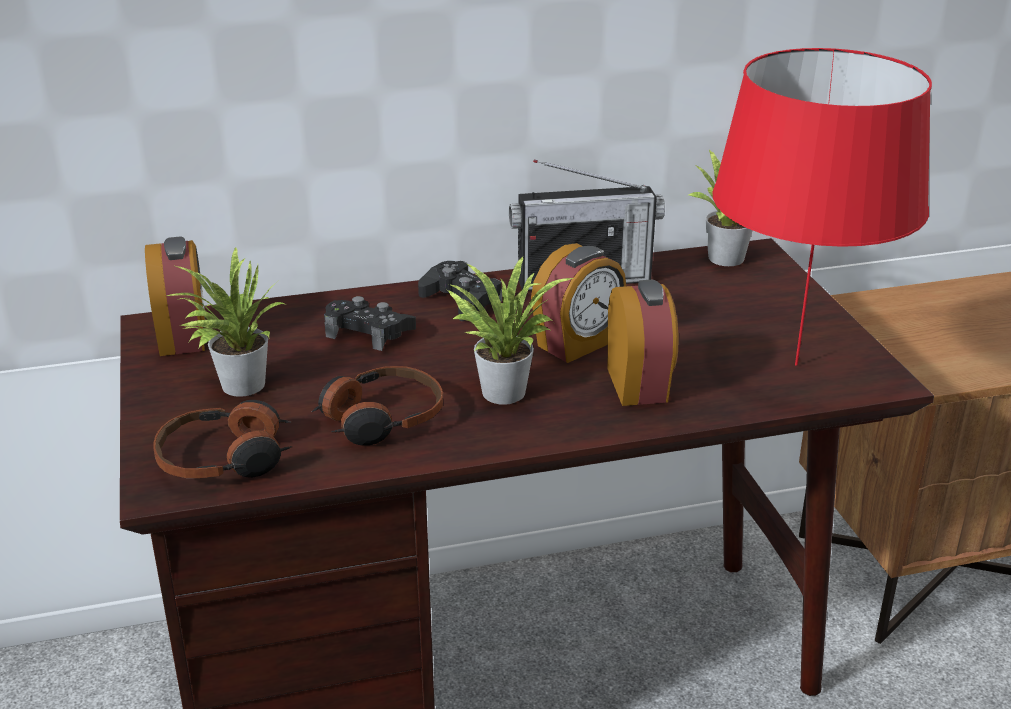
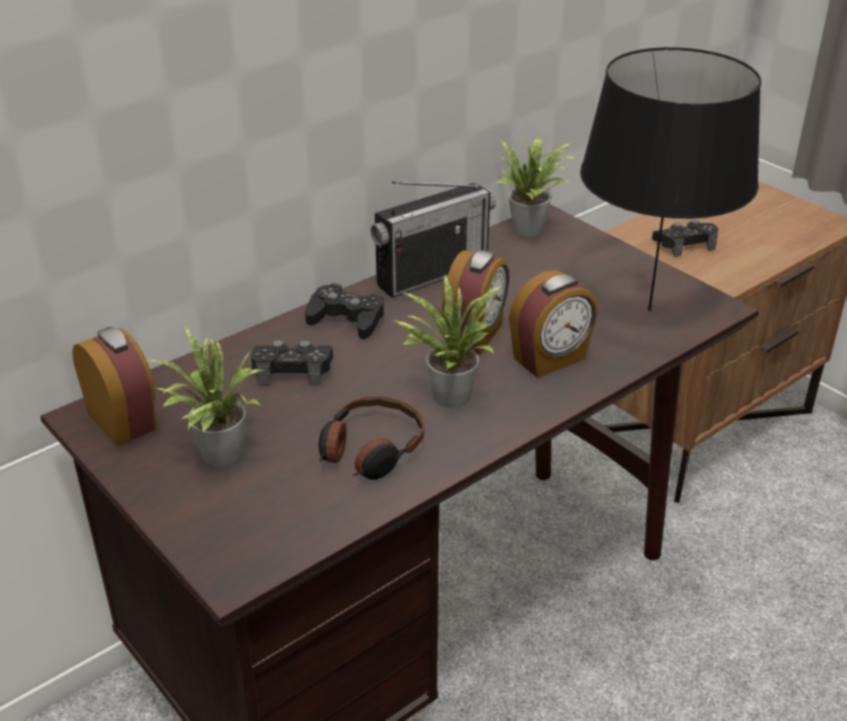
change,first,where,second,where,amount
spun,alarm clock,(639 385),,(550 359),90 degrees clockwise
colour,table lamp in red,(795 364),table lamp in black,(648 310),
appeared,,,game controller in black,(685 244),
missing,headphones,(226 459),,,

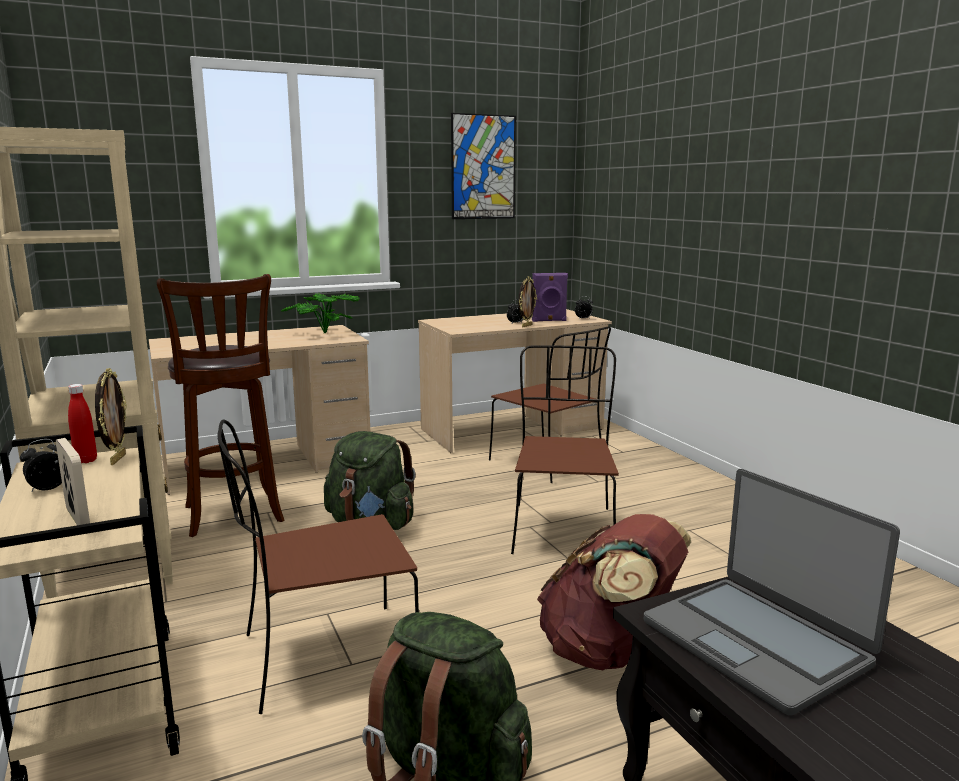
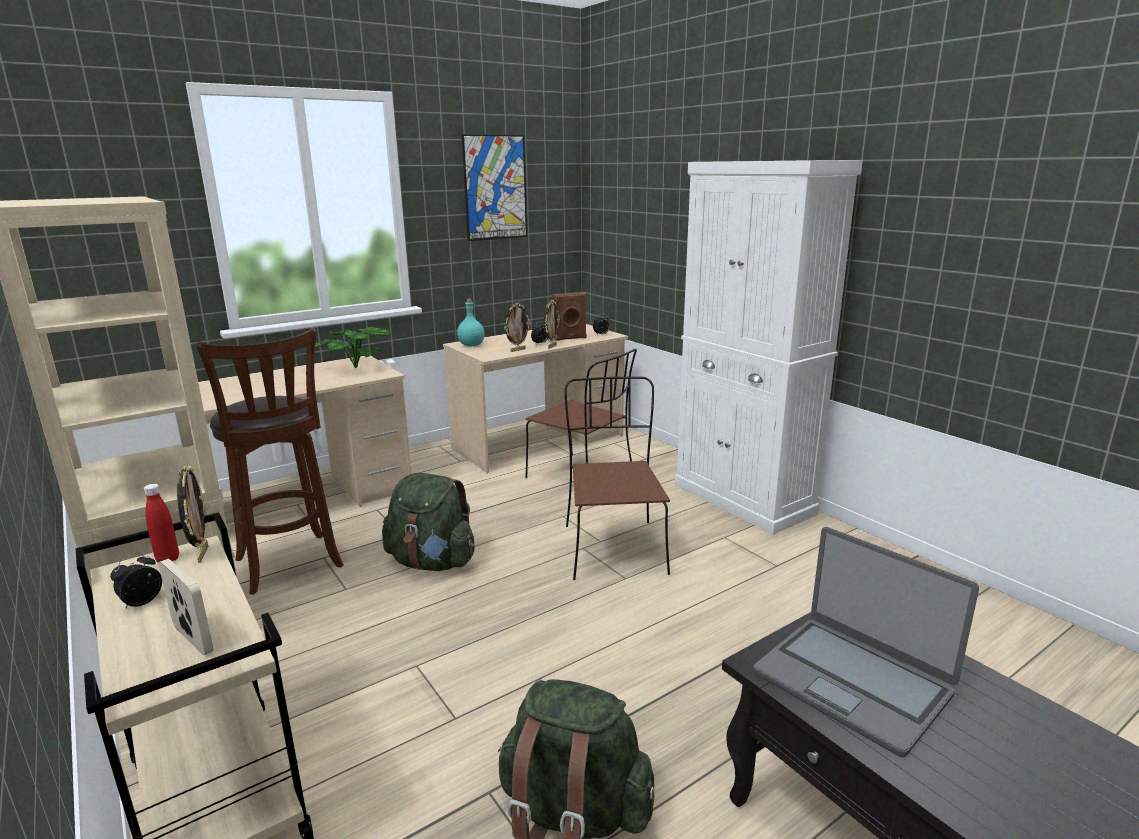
change,first,where,second,where,amount
appeared,,,bottle in turquoise,(472 345),
appeared,,,picture frame,(517 350),
colour,speaker in purple,(549 321),speaker in brown,(570 338),
appeared,,,cabinet in white,(743 499),
missing,chair in brown,(325 658),,,
missing,backpack in brown,(609 652),,,

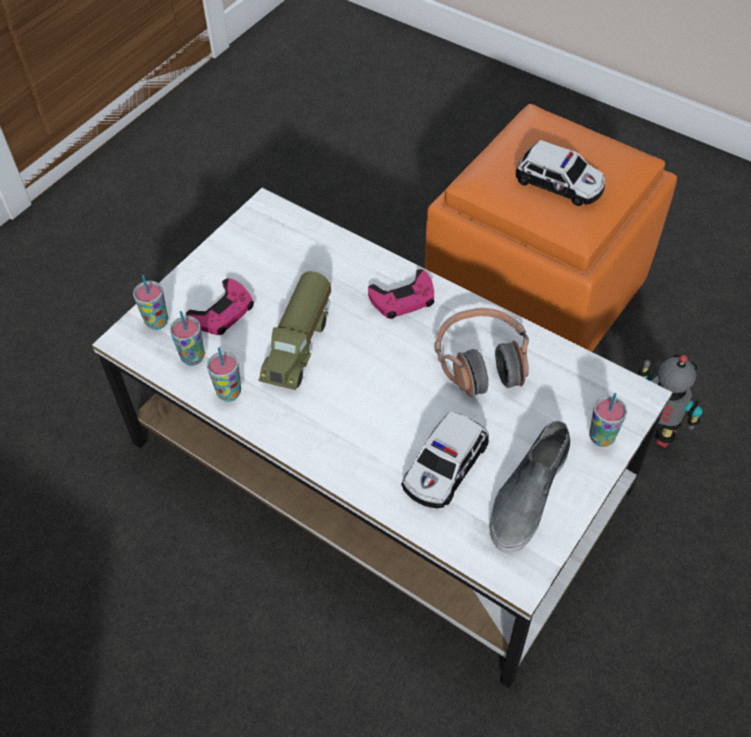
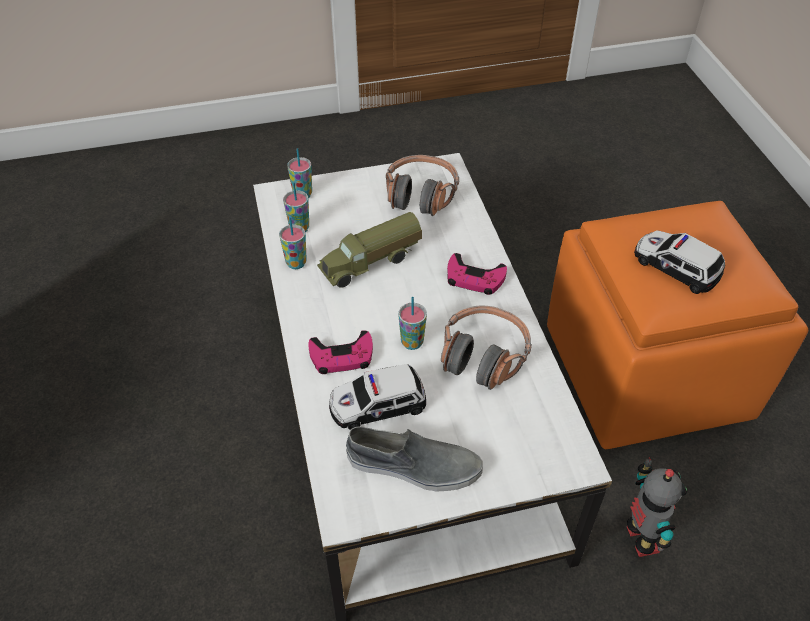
change,first,where,second,where,amount
relocated,game controller in pink,(223 312),,(342 356),
spun,shoe in grey,(528 494),,(413 466),150 degrees counterclockwise
appeared,,,headphones,(420 195),
relocated,cup,(601 437),,(412 342),
spun,toy car,(560 183),,(675 266),150 degrees clockwise

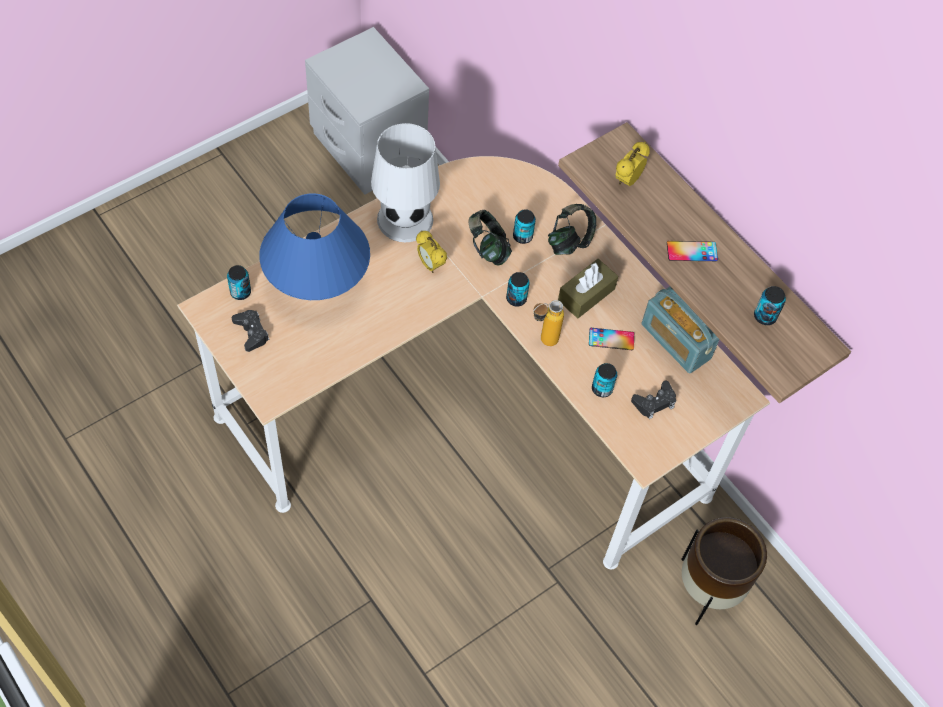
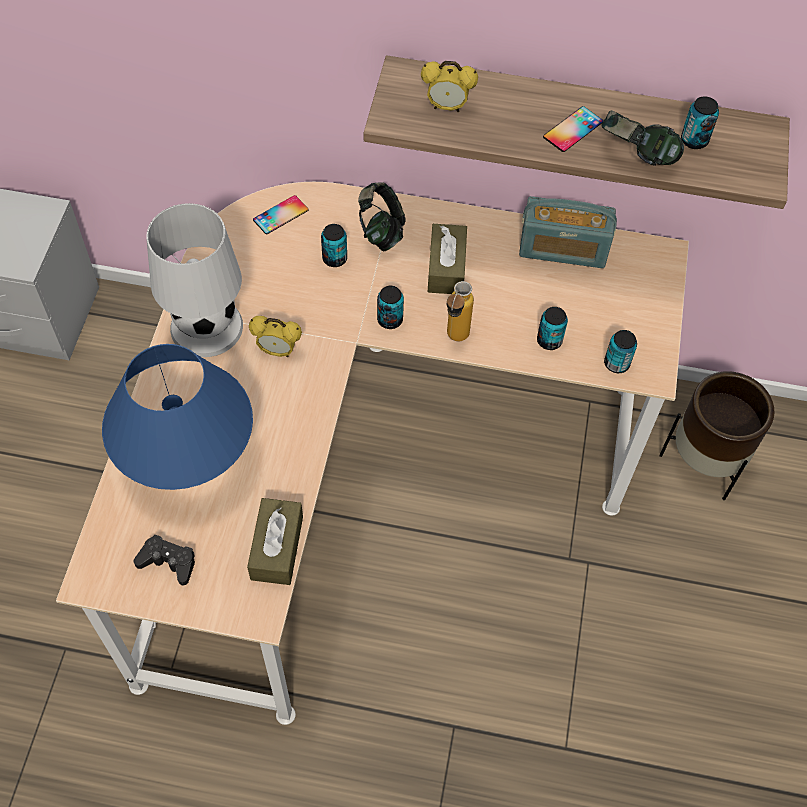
change,first,where,second,where,amount
appeared,,,tissue box in brown,(277 548),
relocated,phone,(611 339),,(280 215),
spun,alarm clock,(627 180),,(447 107),75 degrees counterclockwise
relocated,headphones,(488 248),,(636 157),
relocated,can,(240 292),,(616 363),
missing,game controller in black,(654 402),,,

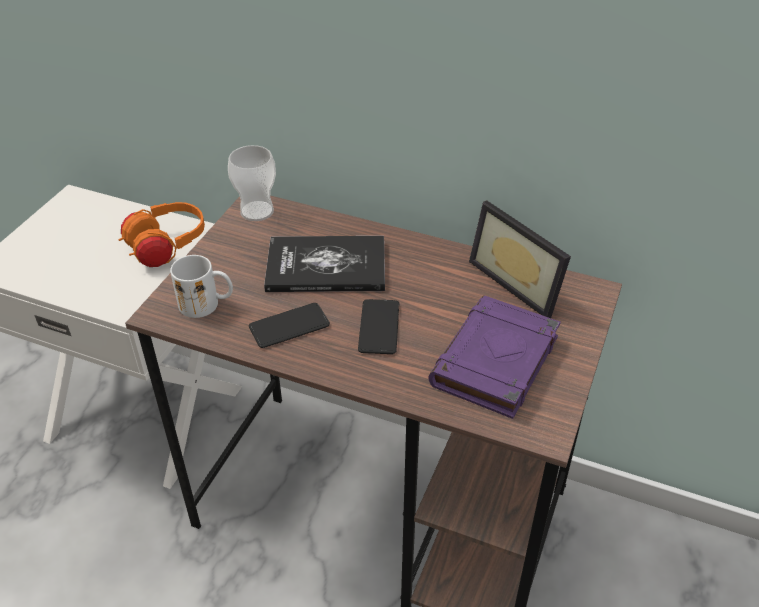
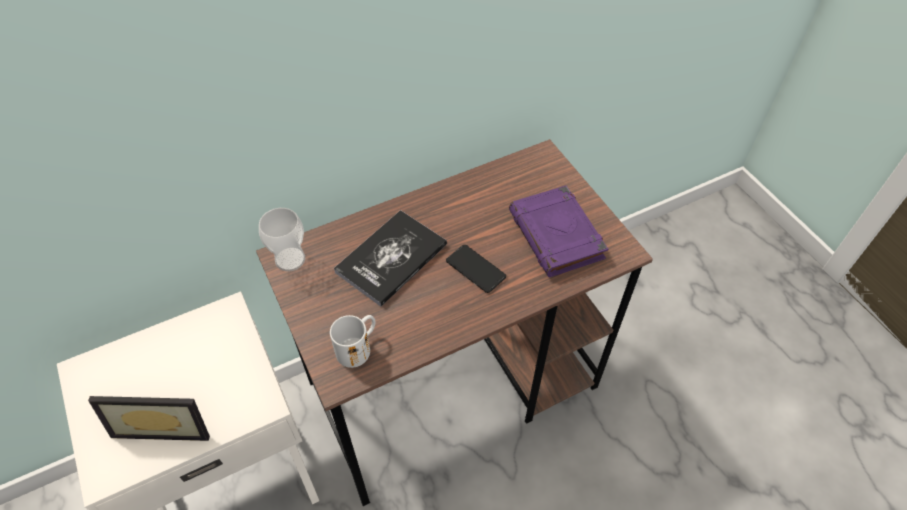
change,first,where,second,where,amount
relocated,picture frame,(521 281),,(164 422),
missing,headphones in orange,(167 248),,,
missing,phone,(289 326),,,

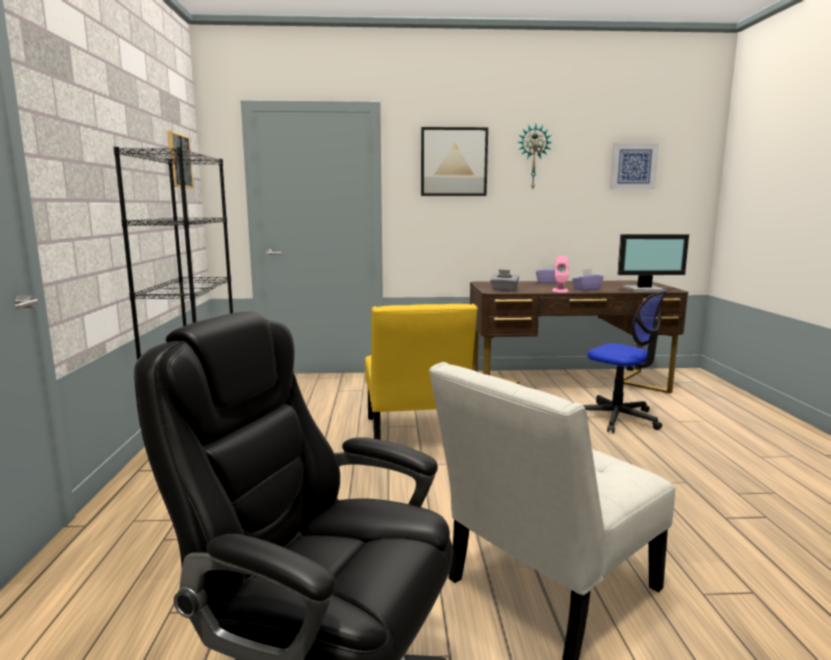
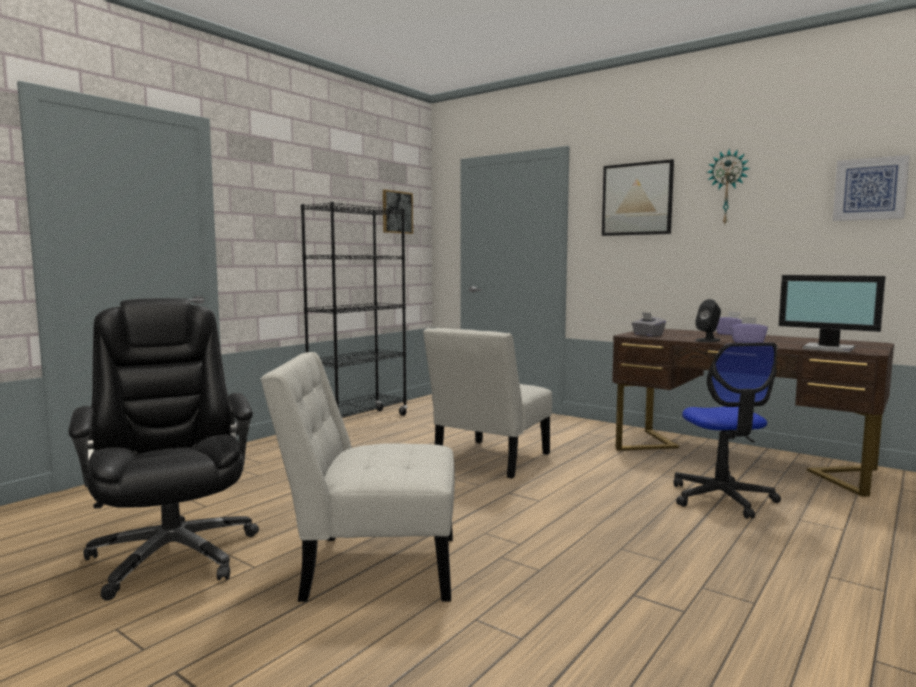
change,first,where,second,where,amount
colour,chair in yellow,(415 435),chair in white,(489 460),
colour,speaker in pink,(560 290),speaker in black,(708 340),

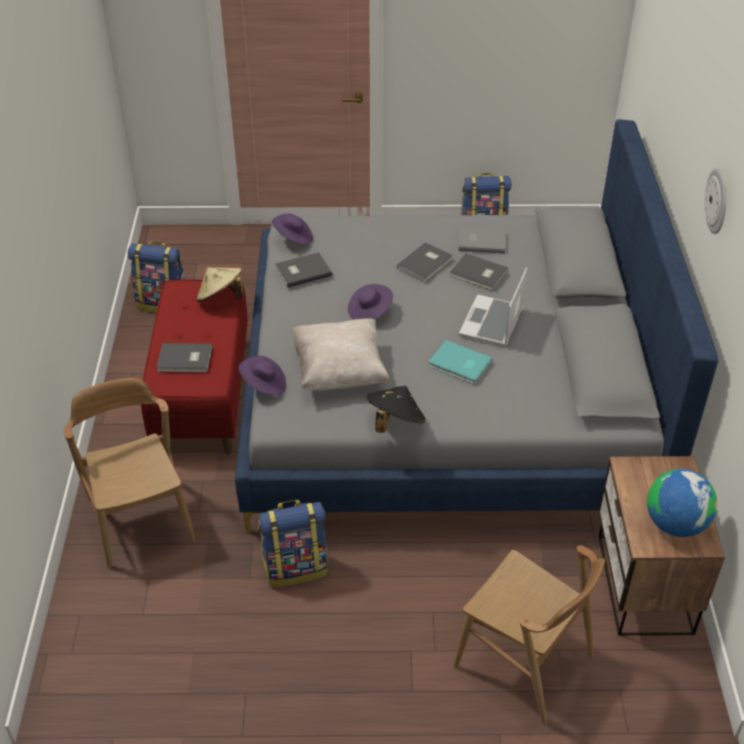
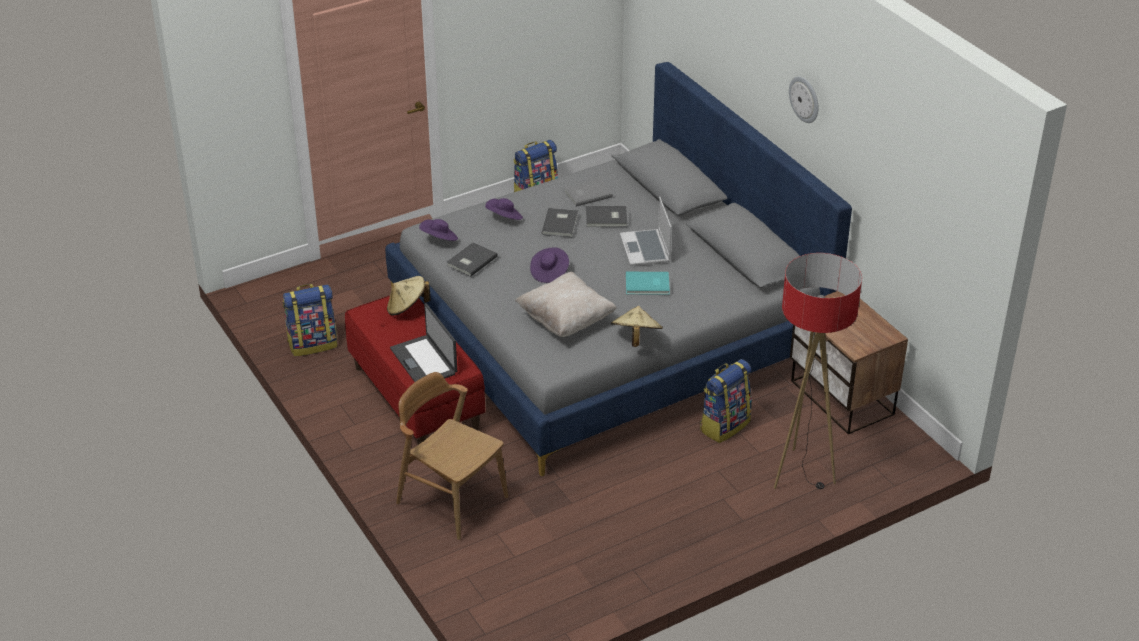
change,first,where,second,where,amount
exchanged,book in grey,(185 360),laptop,(424 361),
relocated,hat in purple,(264 385),,(504 218),
colour,hat in black,(395 422),hat in beige,(635 338),
relocated,backpack,(295 567),,(724 425),
exchanged,chair in brown,(524 662),floor lamp,(801 474),
missing,globe,(675 524),,,

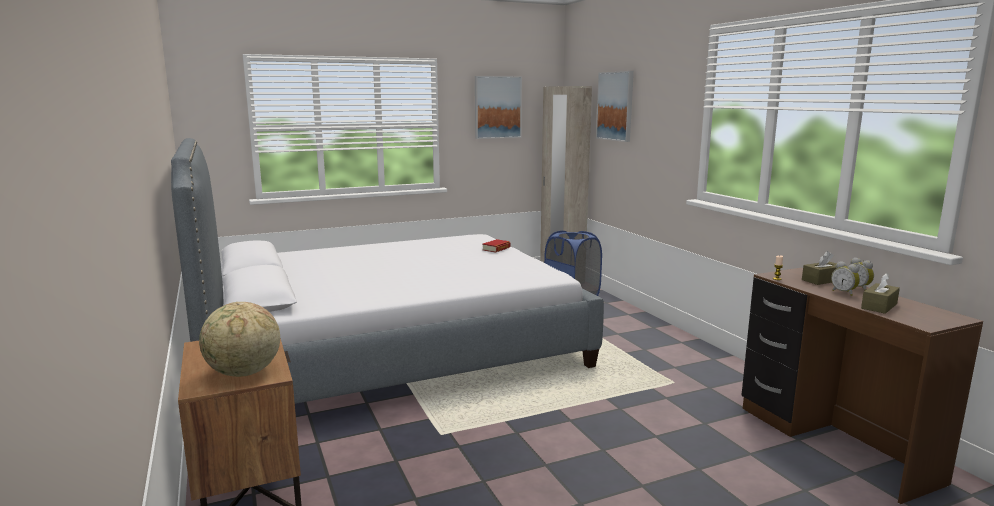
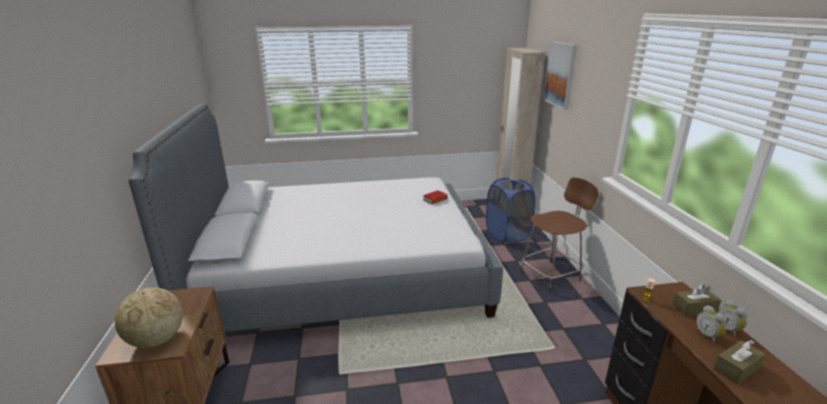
change,first,where,second,where,amount
appeared,,,chair in brown,(551 275),
missing,picture,(497 107),,,

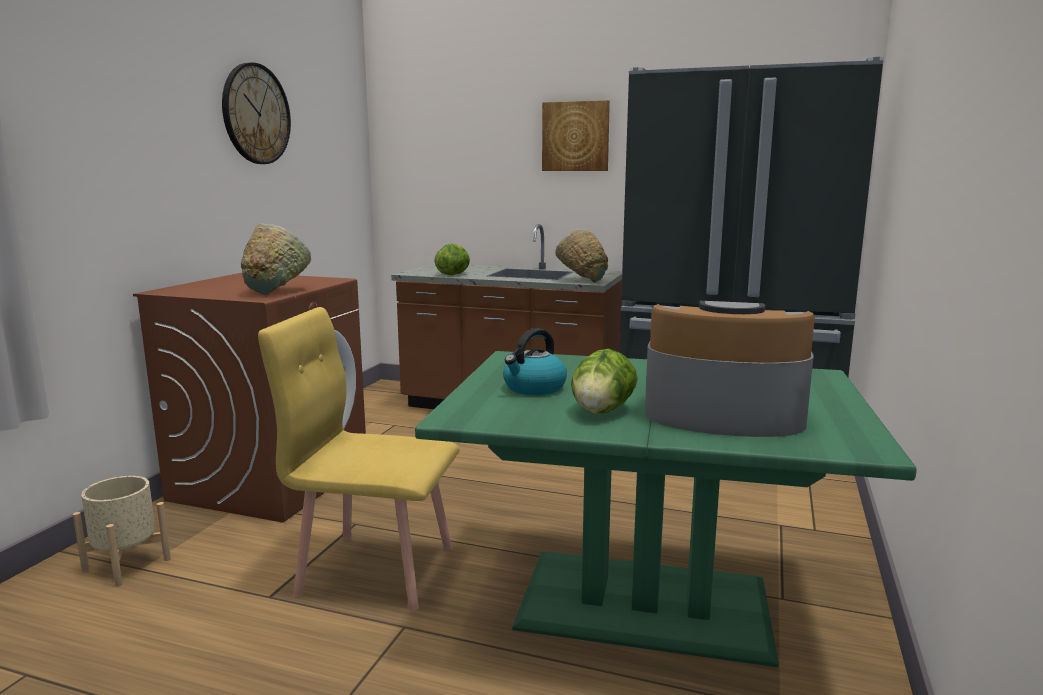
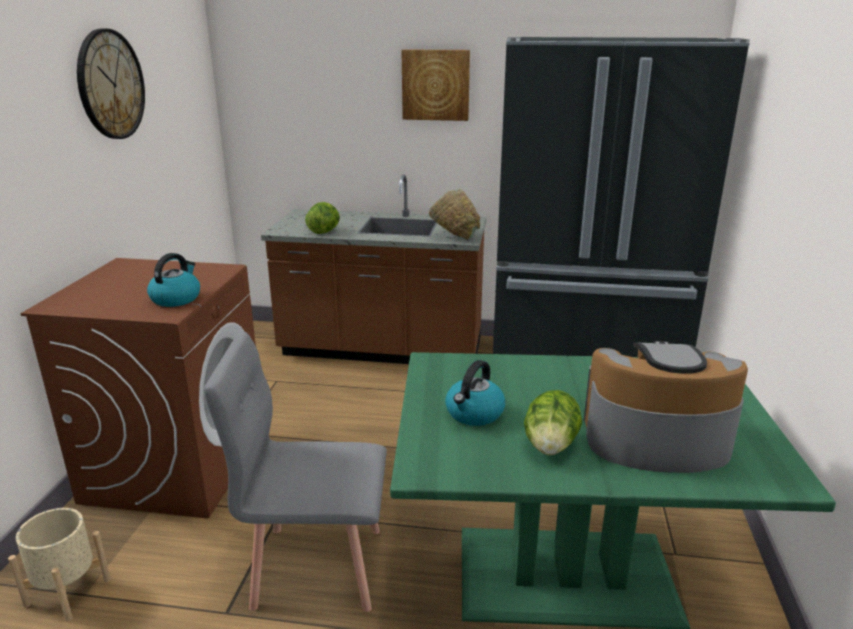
change,first,where,second,where,amount
exchanged,bowl in green,(276 291),kettle,(176 298),
colour,chair in yellow,(376 569),chair in grey,(317 566),

